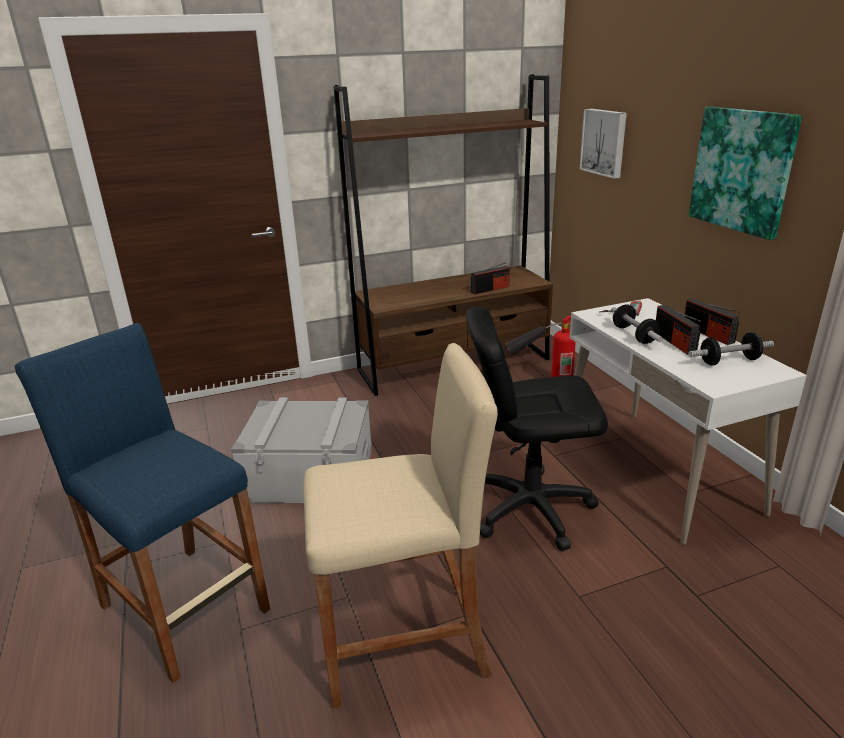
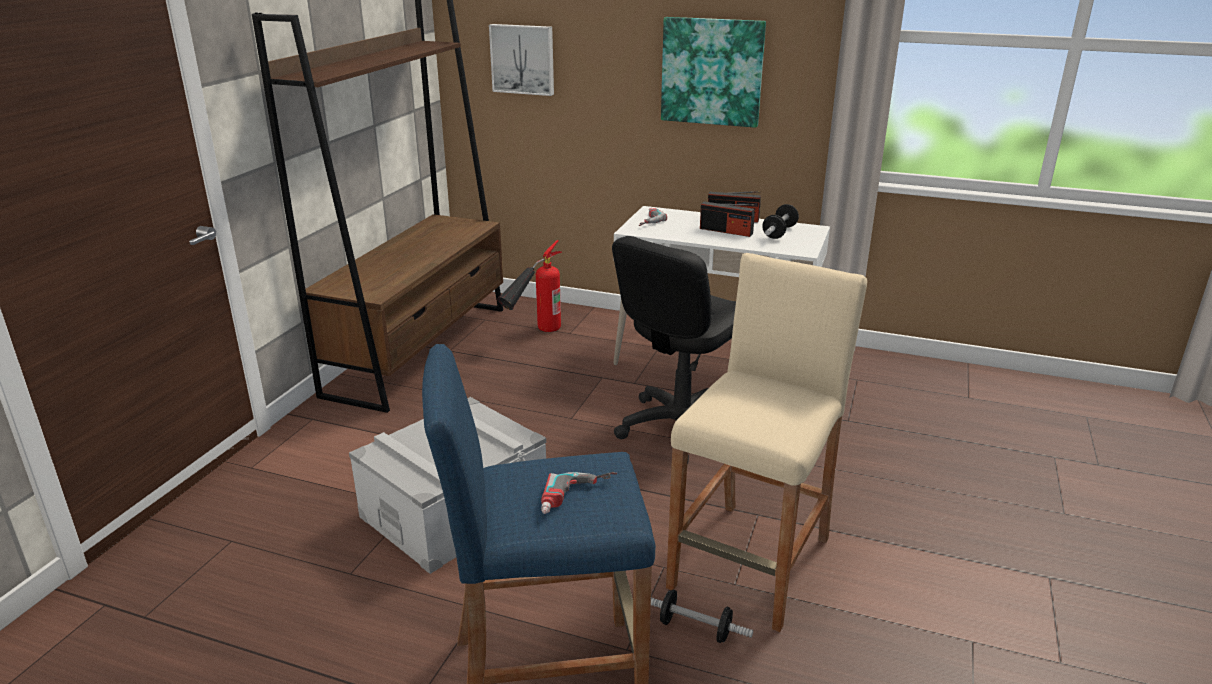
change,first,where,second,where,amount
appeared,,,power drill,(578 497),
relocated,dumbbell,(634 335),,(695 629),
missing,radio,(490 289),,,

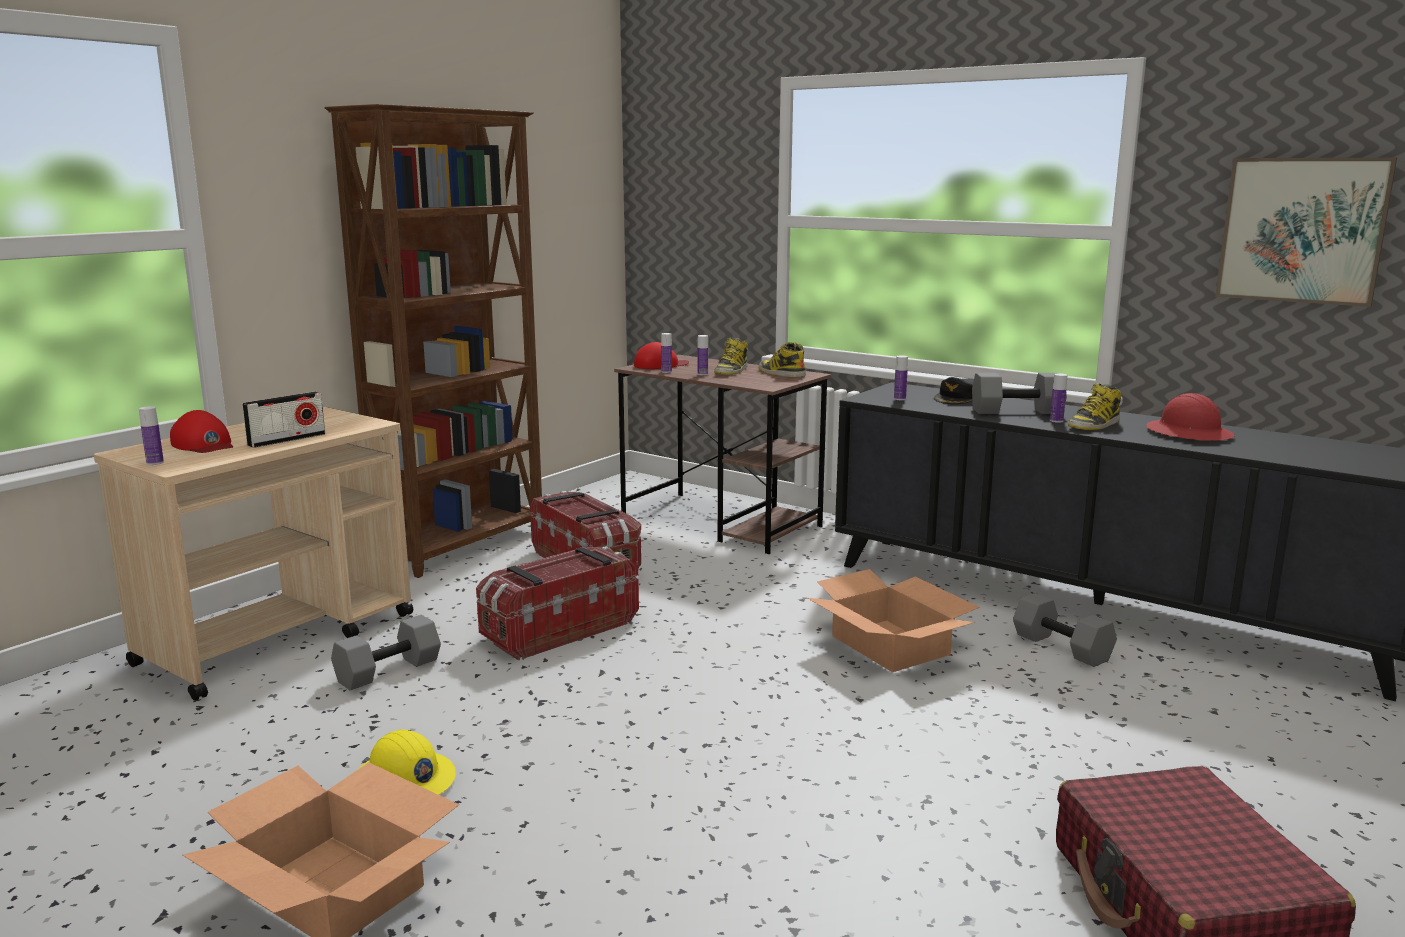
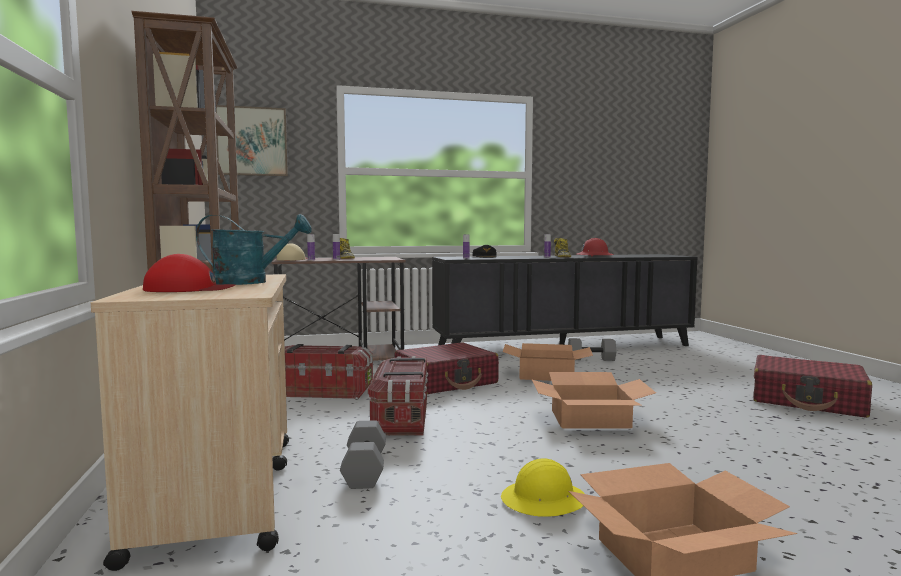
change,first,where,second,where,amount
exchanged,radio,(287 440),watering can in turquoise,(250 282),
relocated,picture,(1302 230),,(252 141),
colour,cap in red,(660 365),cap in beige,(293 259),
appeared,,,suitcase in red,(446 381),
appeared,,,cardboard box,(590 419),
missing,bottle,(155 463),,,
missing,boot,(781 373),,,
missing,dumbbell in grey,(1016 412),,,

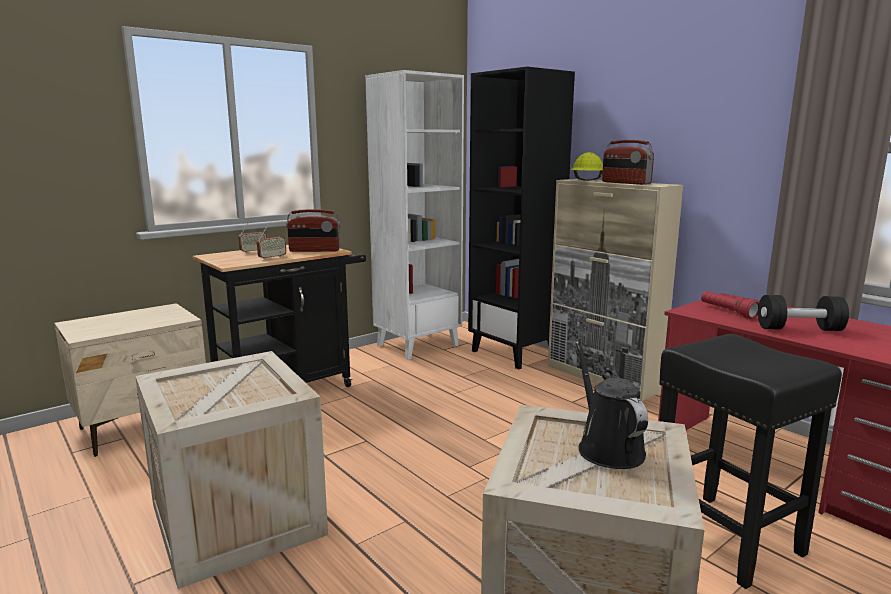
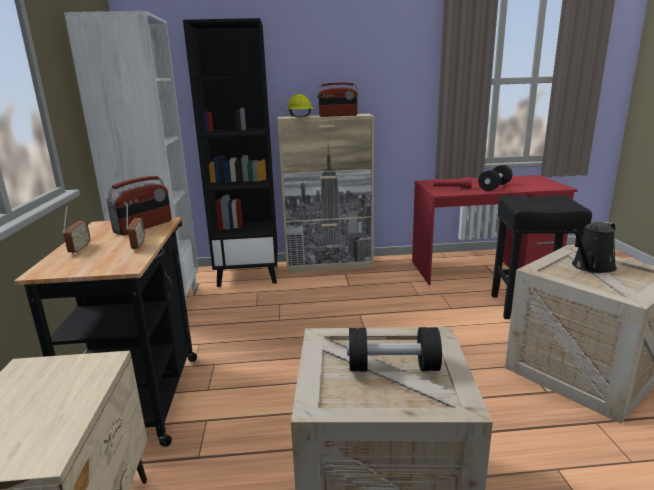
change,first,where,second,where,amount
appeared,,,dumbbell in black,(392 367),
spun,watering can in black,(607 448),,(591 267),60 degrees counterclockwise

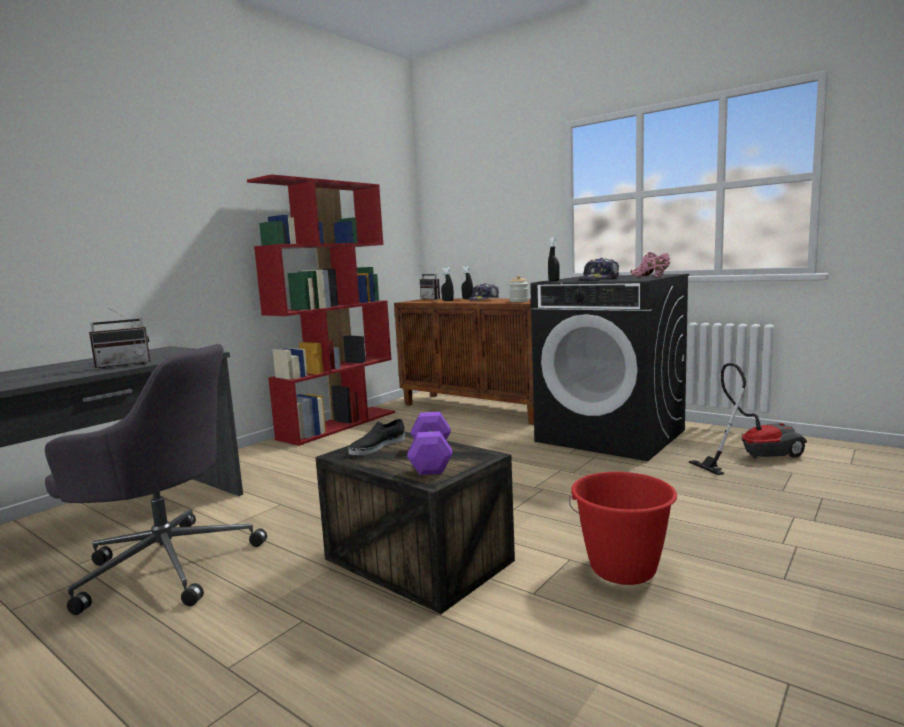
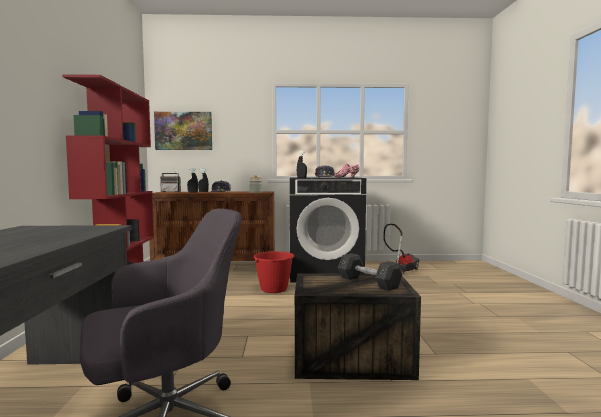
change,first,where,second,where,amount
appeared,,,picture,(183 131),
relocated,bucket in red,(622 569),,(274 289),
colour,dumbbell in purple,(431 458),dumbbell in grey,(368 282),
missing,radio,(124 365),,,
missing,shoe in black,(377 446),,,

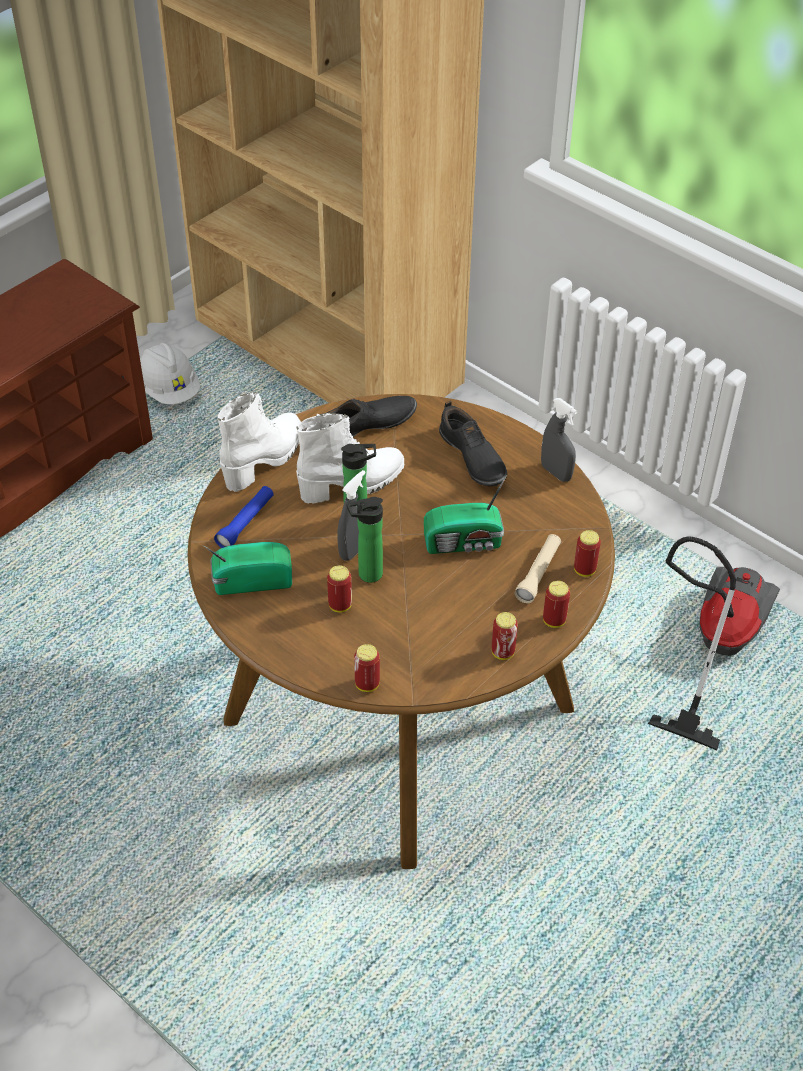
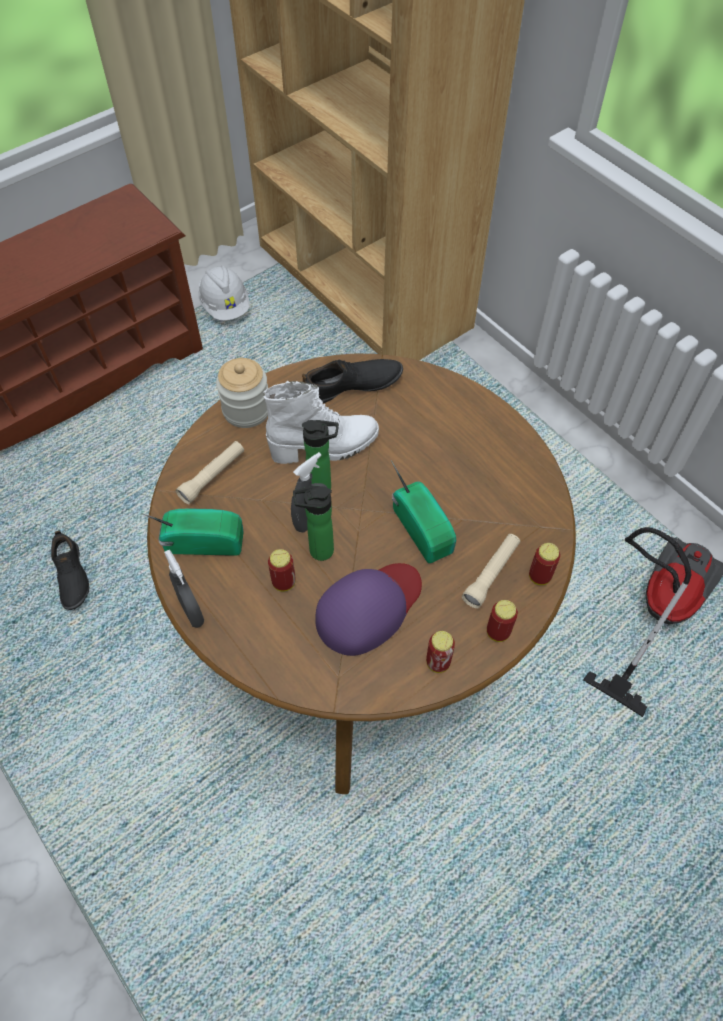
change,first,where,second,where,amount
relocated,shoe in black,(472 458),,(71 577),
relocated,spray bottle in grey,(556 473),,(192 612),
colour,flashlight in blue,(246 523),flashlight in beige,(213 476),
exchanged,boot in white,(265 459),jar,(246 410),
appeared,,,cap in purple,(368 608),
spun,radio,(465 543),,(423 528),120 degrees counterclockwise
missing,can,(367 684),,,

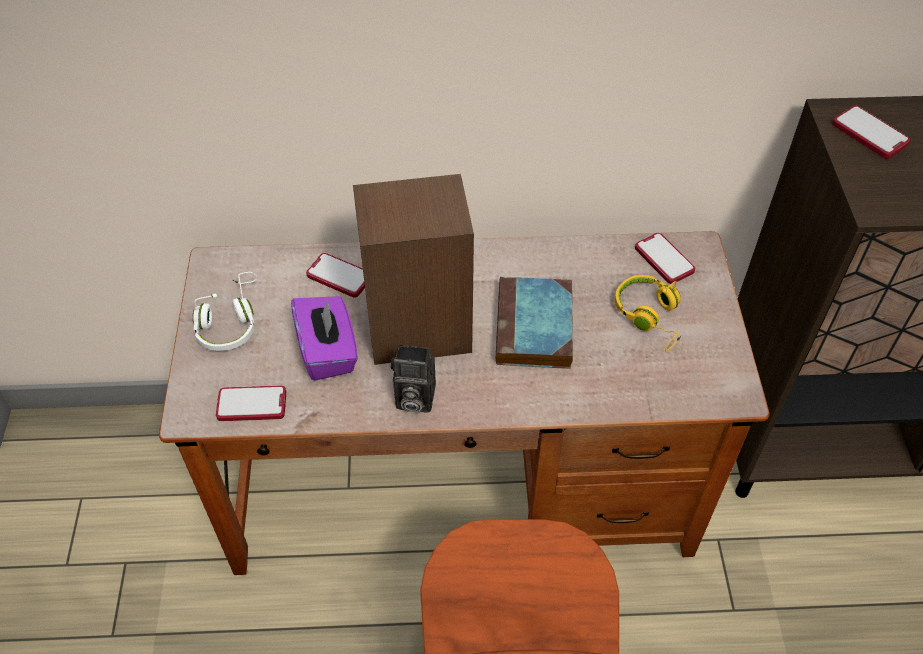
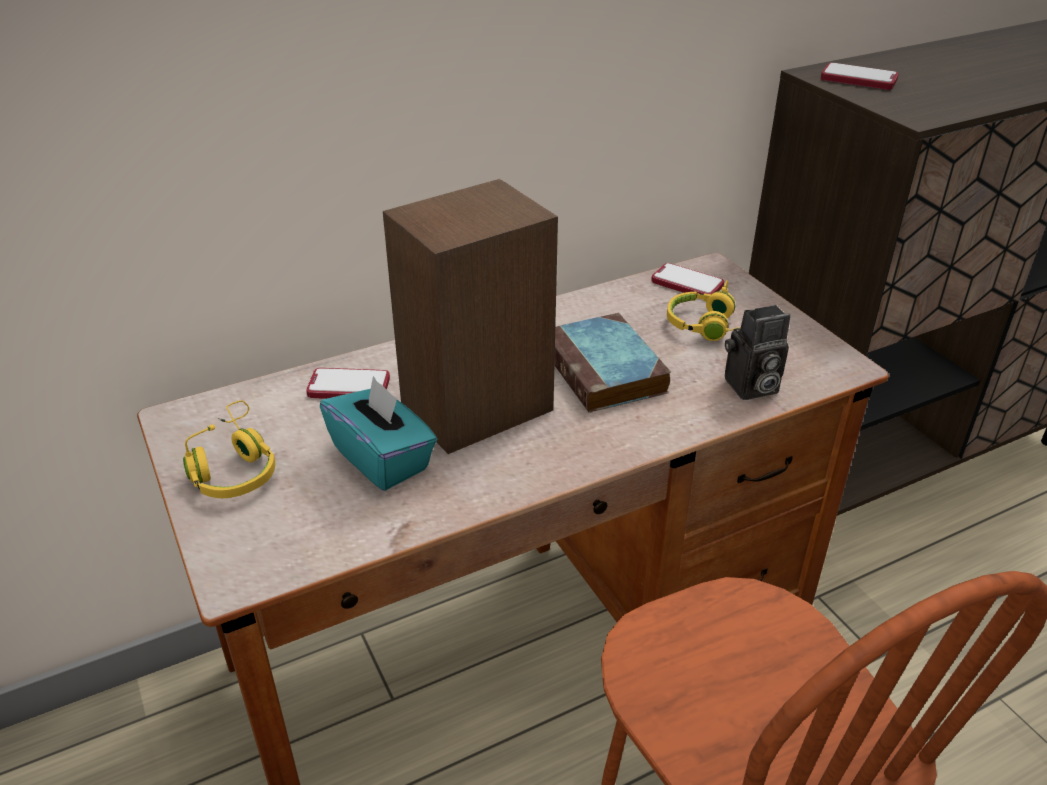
change,first,where,second,where,amount
colour,headphones in white,(229 322),headphones in yellow,(233 467),
colour,tissue box in purple,(328 352),tissue box in turquoise,(382 459),
relocated,photo camera,(412 399),,(750 388),
missing,phone,(252 405),,,

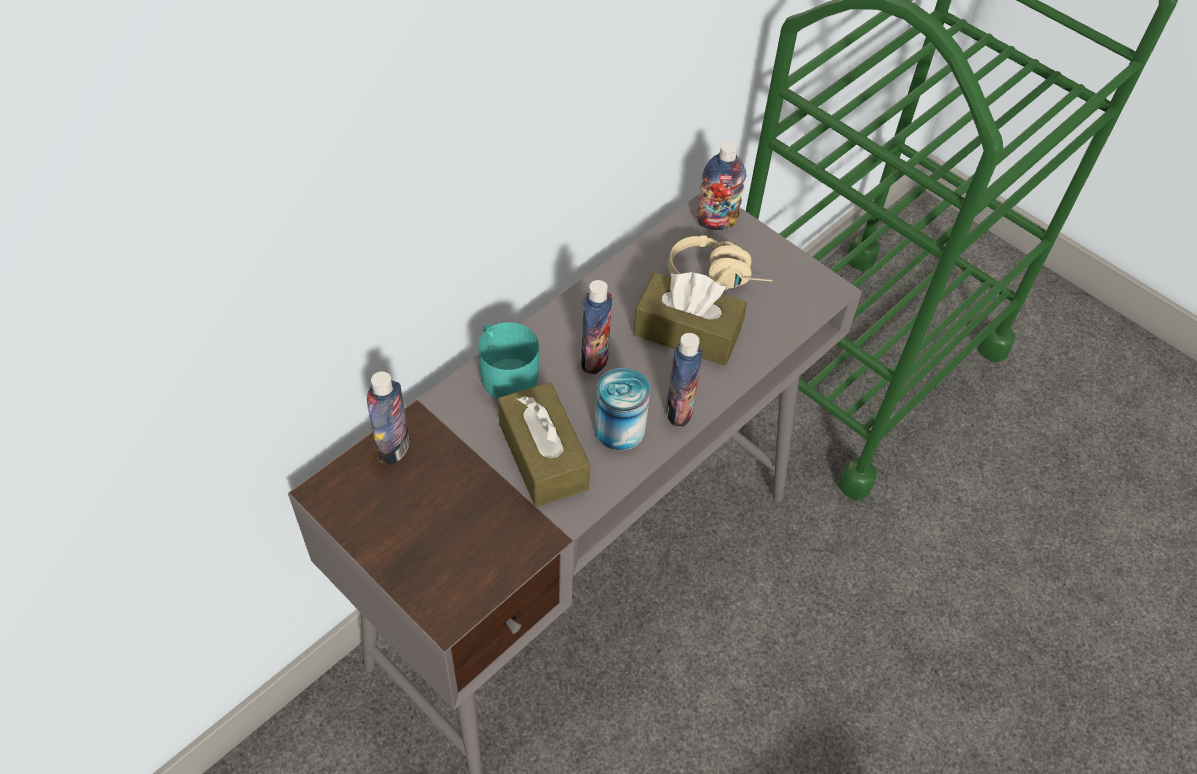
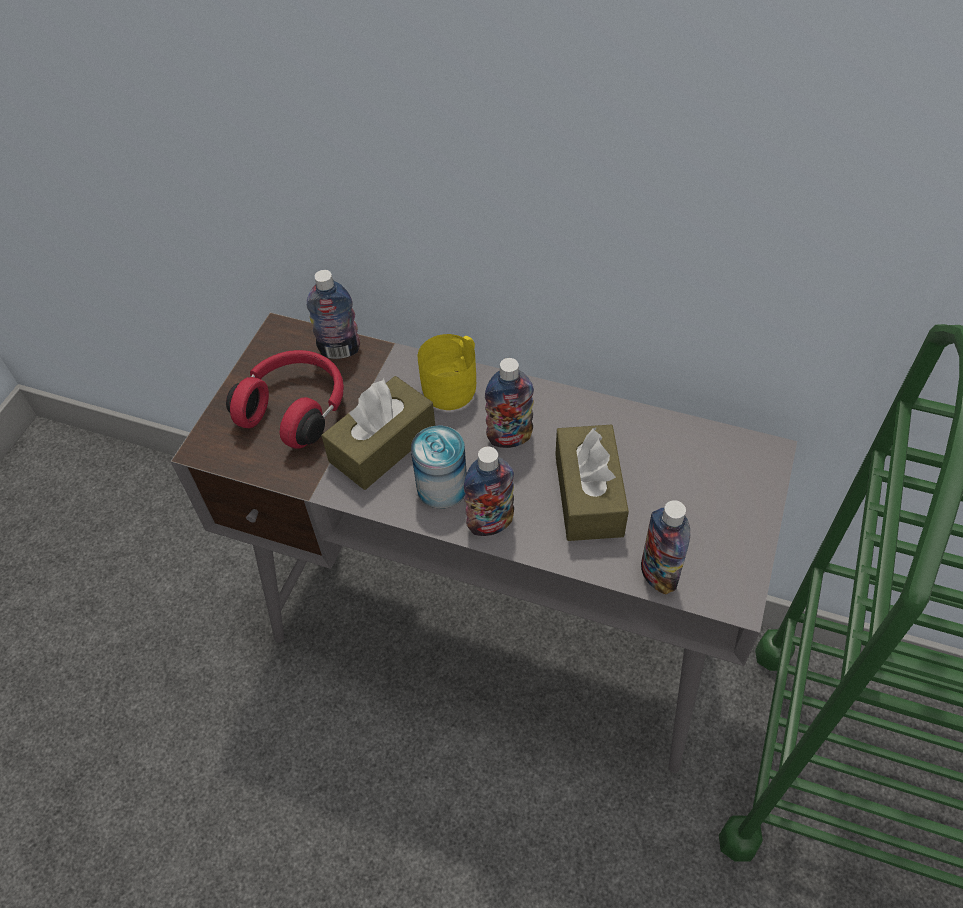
change,first,where,second,where,amount
appeared,,,headphones in red,(296 408),
colour,mug in turquoise,(506 373),mug in yellow,(454 385),
relocated,bottle,(716 222),,(658 575),
missing,headphones in beige,(718 277),,,

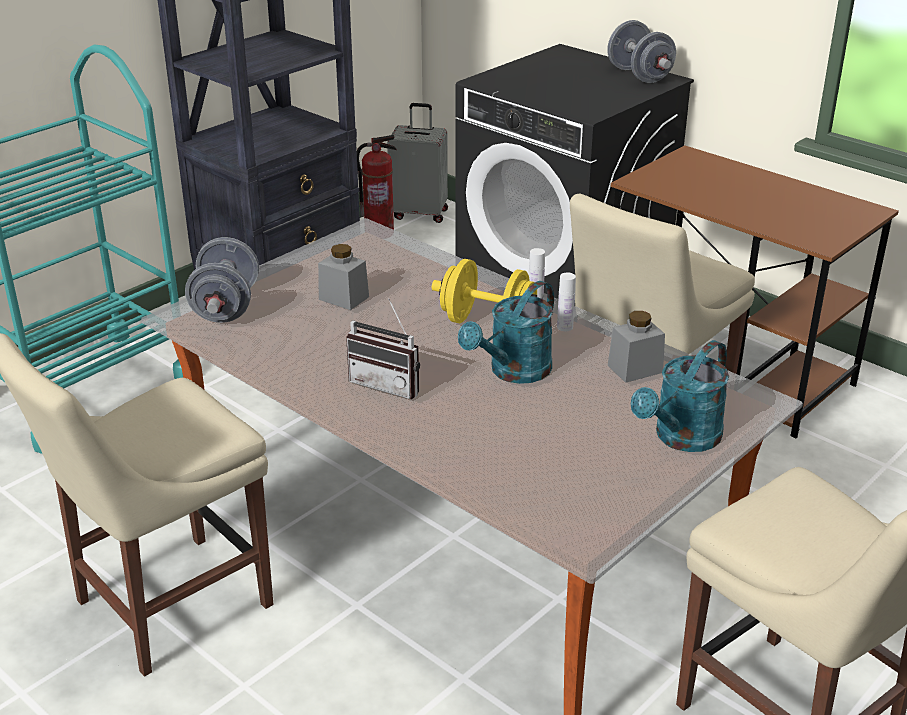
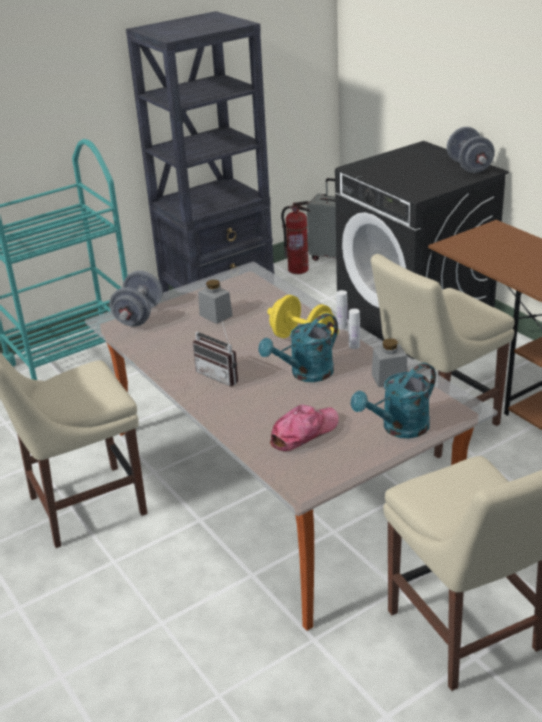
change,first,where,second,where,amount
appeared,,,cap,(304 432),

